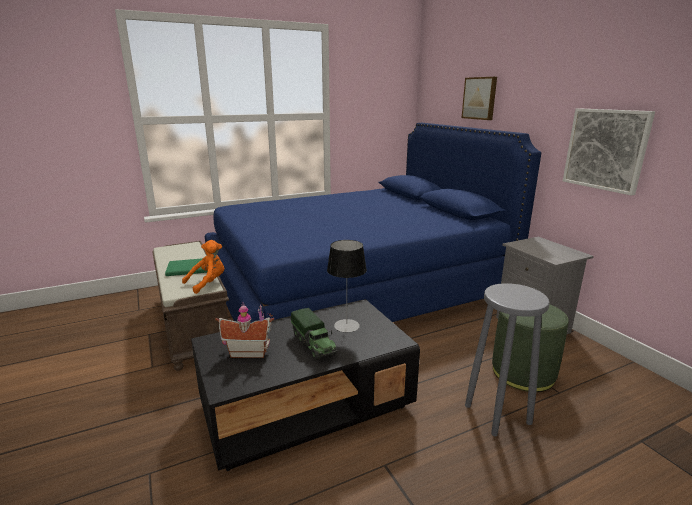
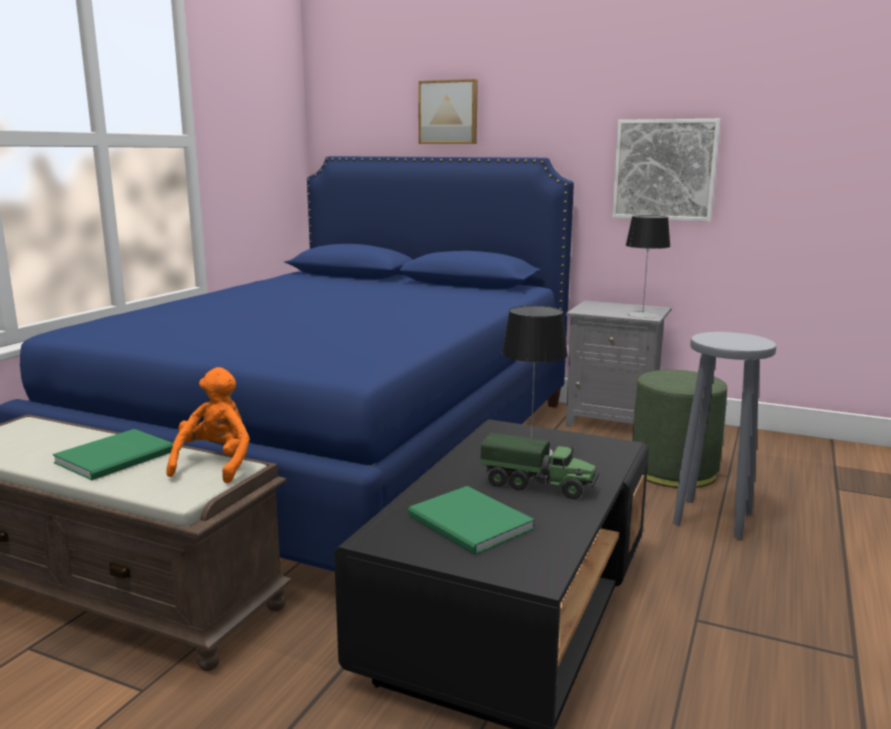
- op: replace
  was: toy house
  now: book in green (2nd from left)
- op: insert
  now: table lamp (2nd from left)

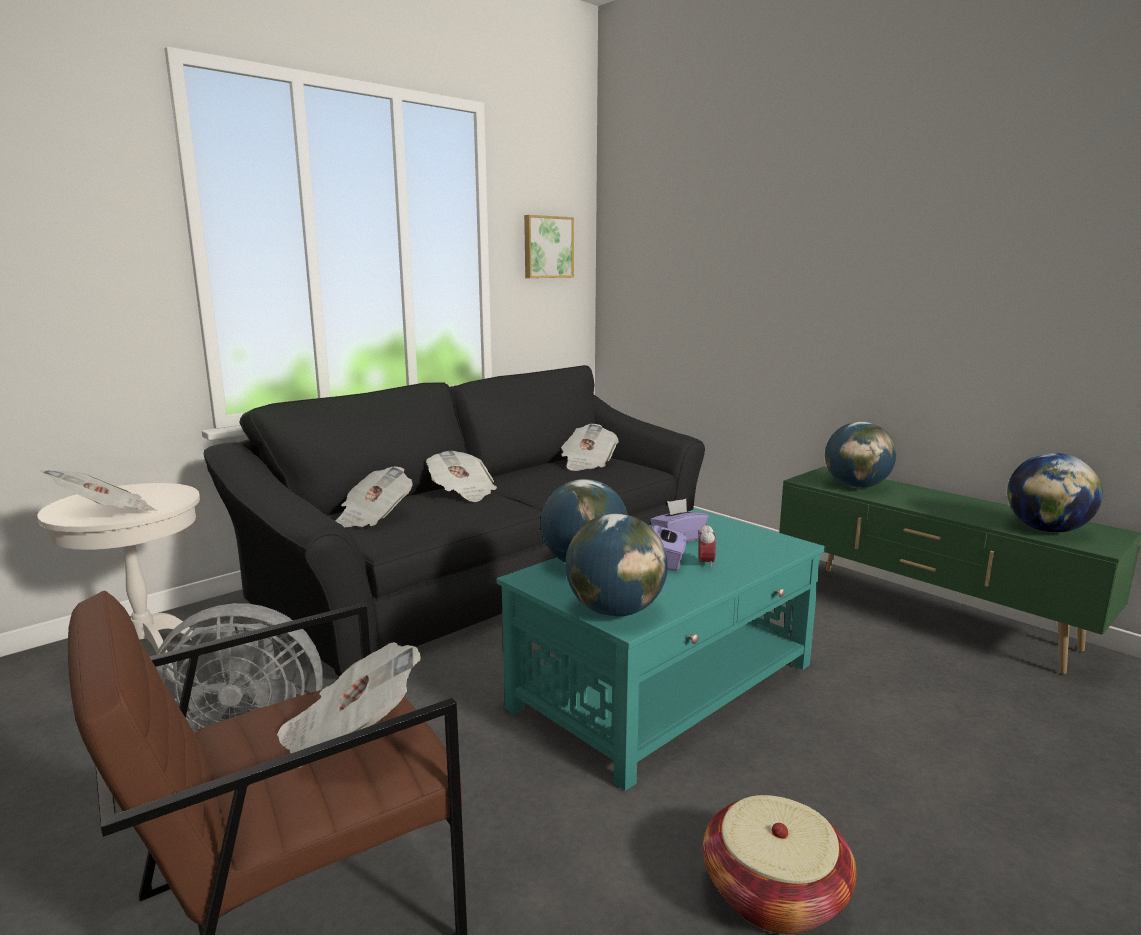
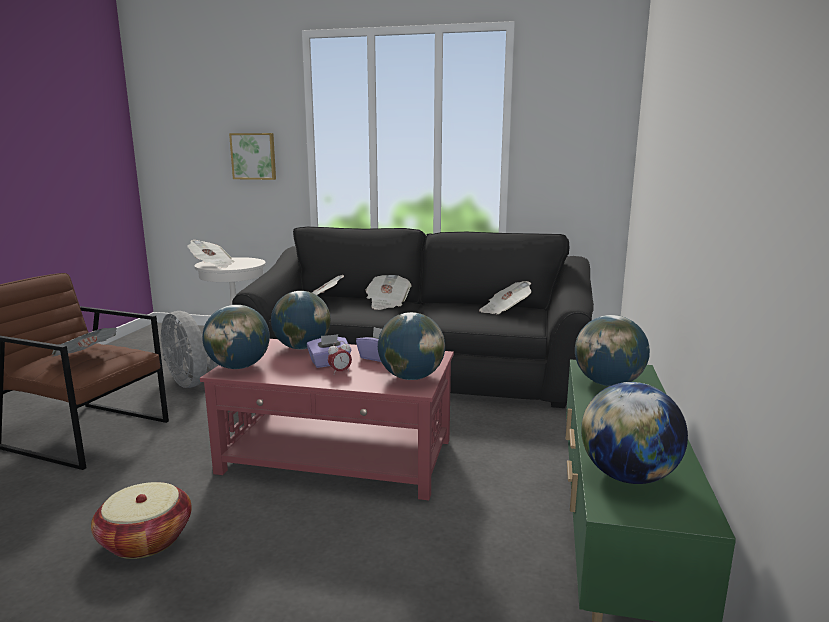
- op: recolor
  was: coffee table in turquoise
  now: coffee table in red
- op: move
  was: picture
- op: insert
  now: globe (3rd from left)

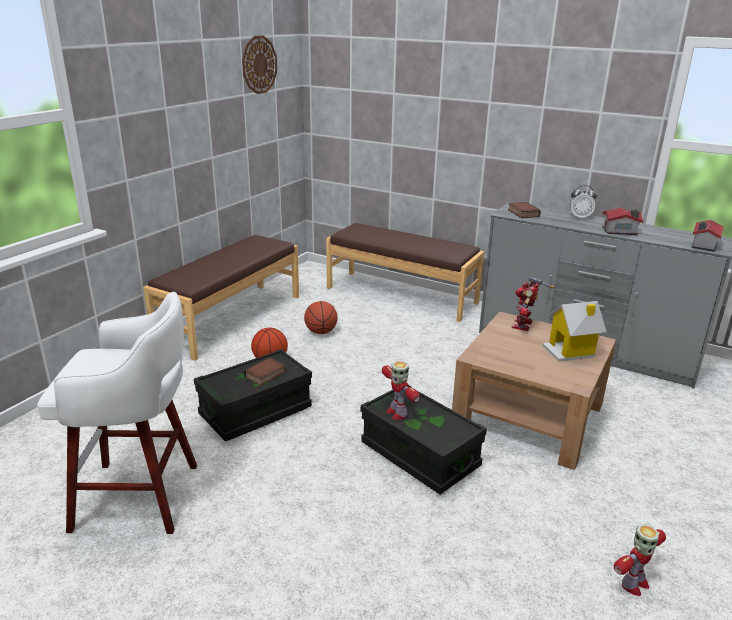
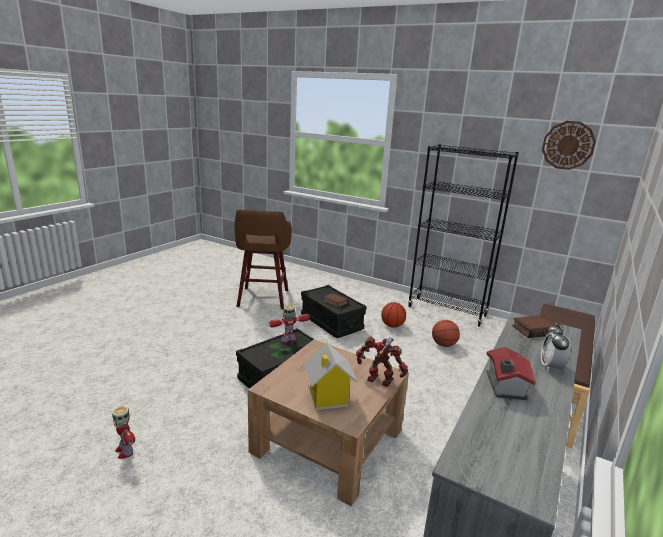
- op: recolor
  was: stool in white
  now: stool in brown
- op: replace
  was: bench in brown (1st from left)
  now: bookcase in black
- op: delete
  was: toy house (3rd from left)

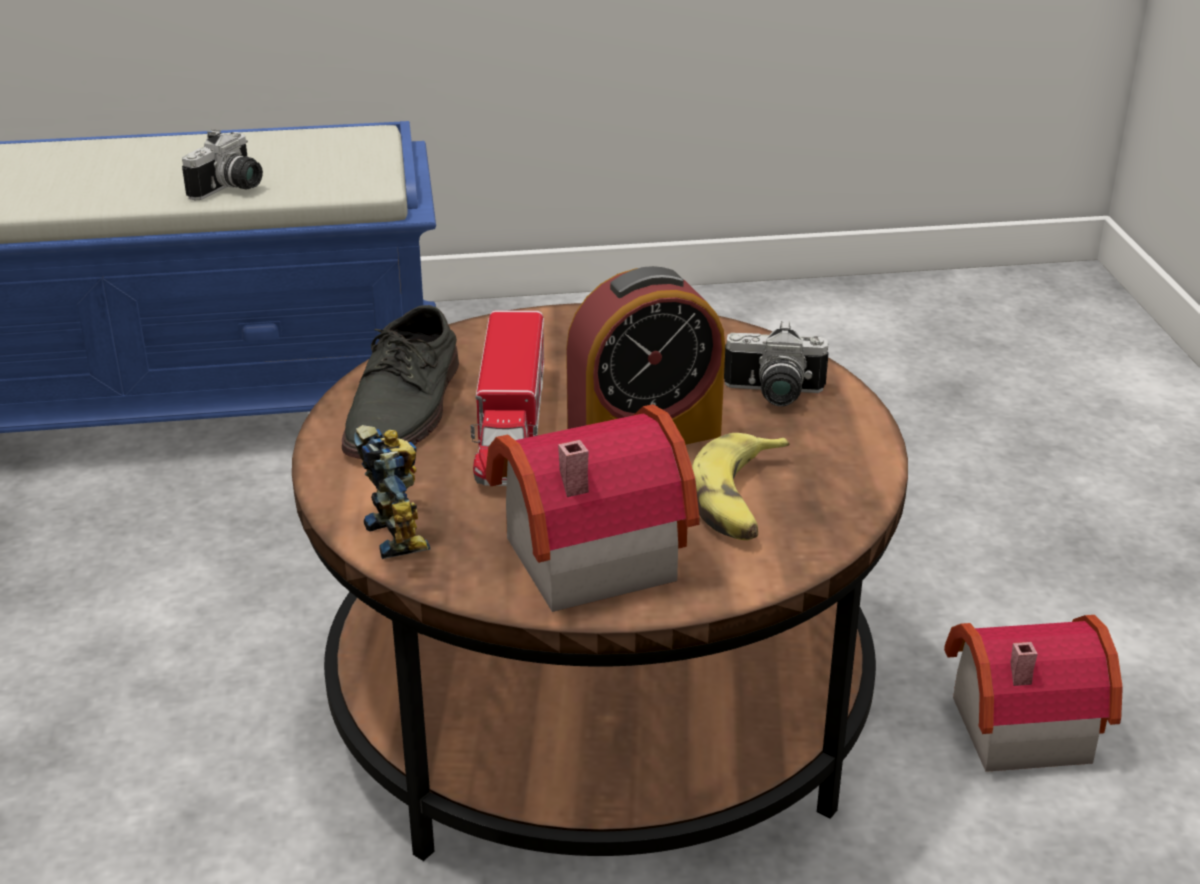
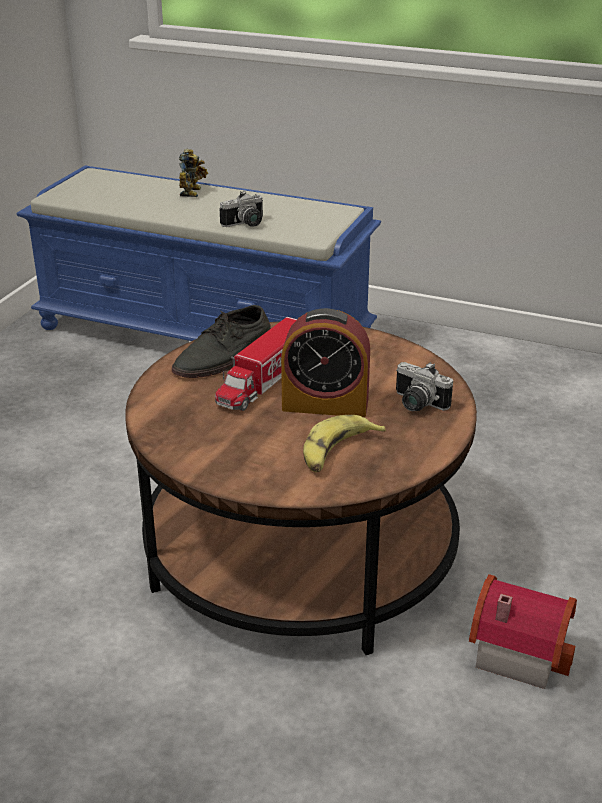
- op: move
  was: toy robot
- op: delete
  was: toy house (1st from left)

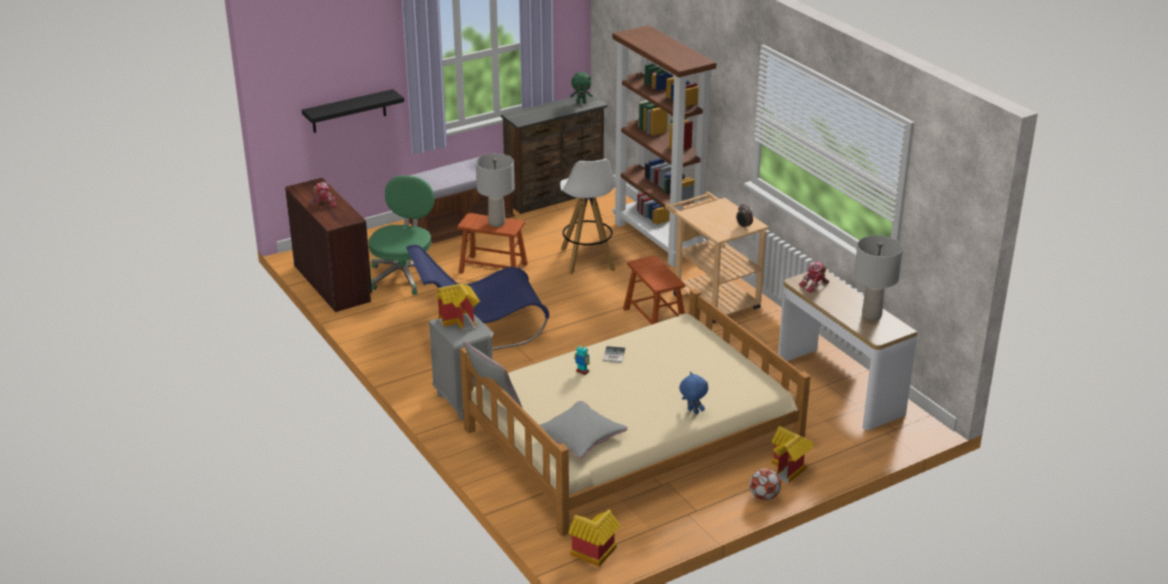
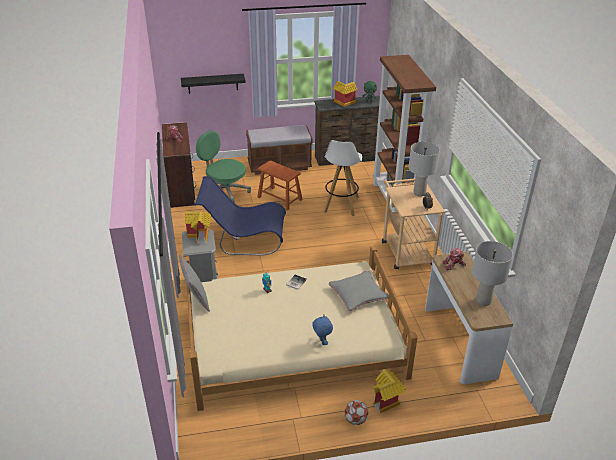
- op: rotate
  was: office chair in green
  clockwise: -90
- op: move
  was: table lamp in grey (1st from left)
- op: move
  was: pillow in grey (2nd from left)
- op: move
  was: toy house (2nd from left)
- op: delete
  was: stool in brown (2nd from left)

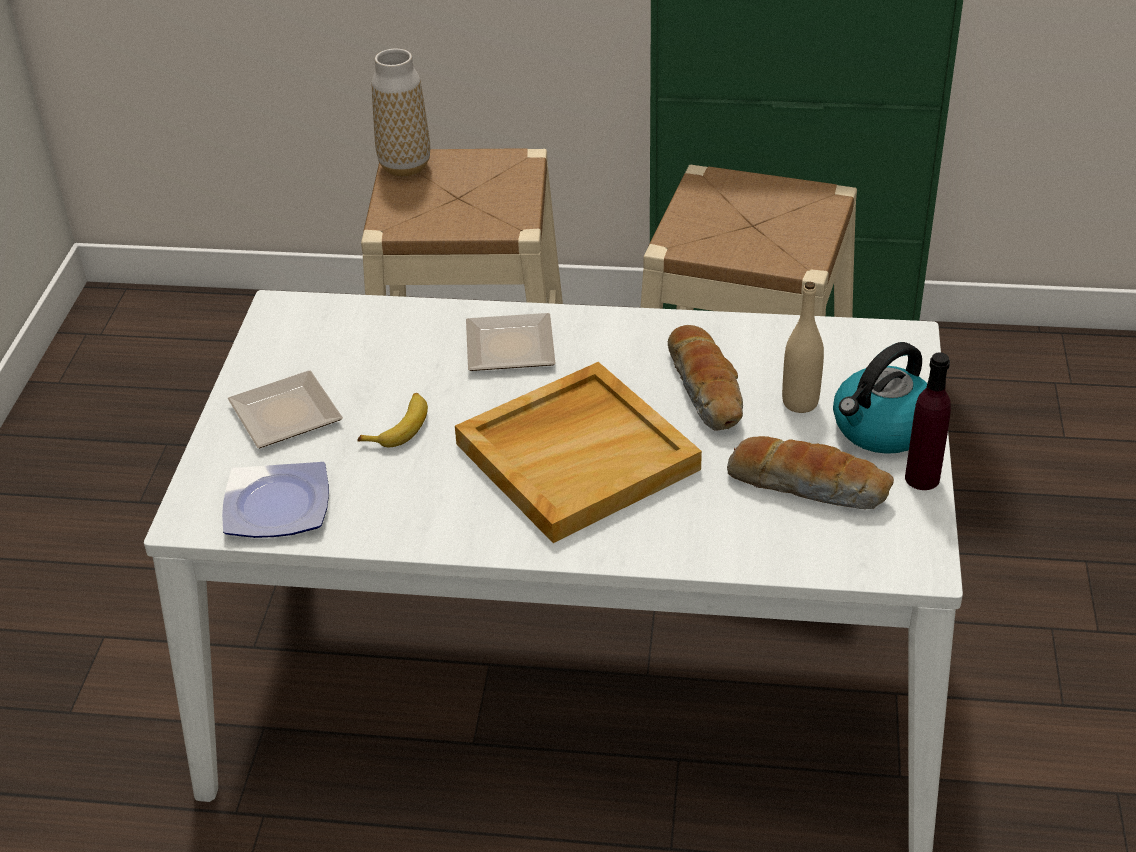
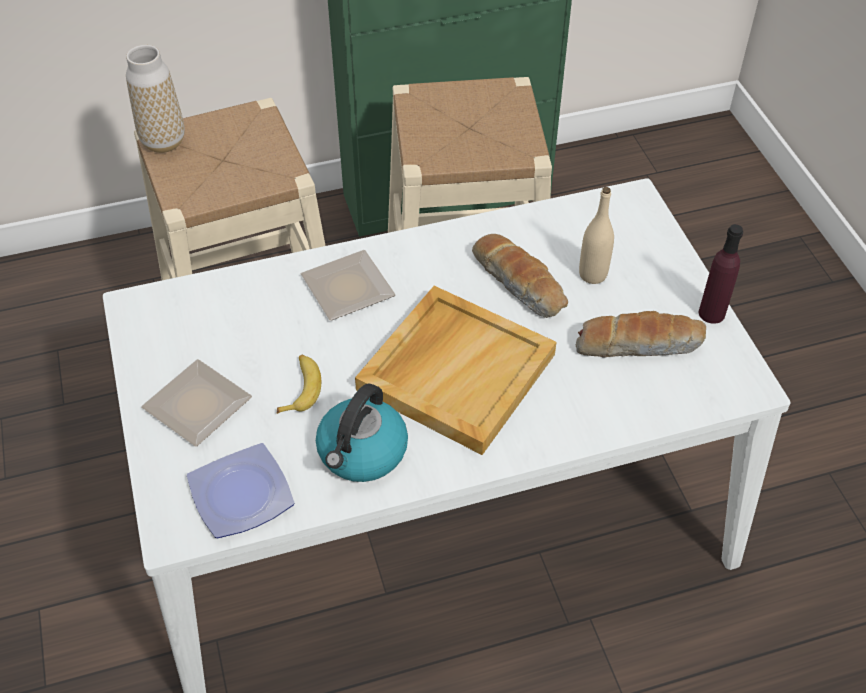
- op: move
  was: kettle

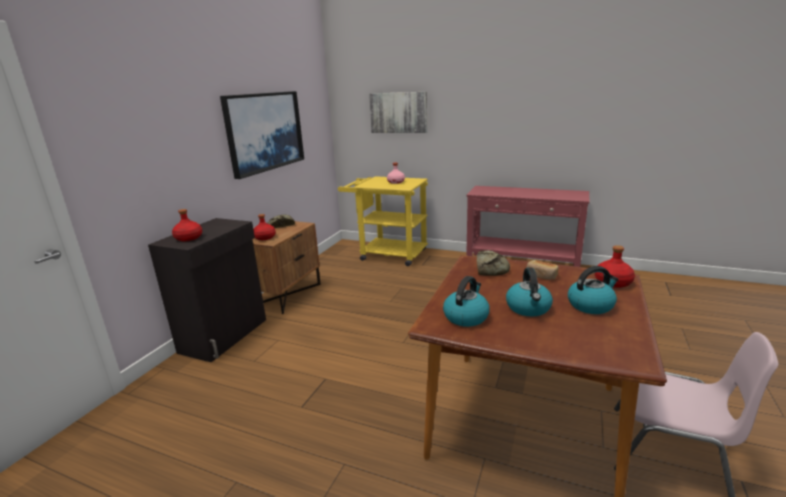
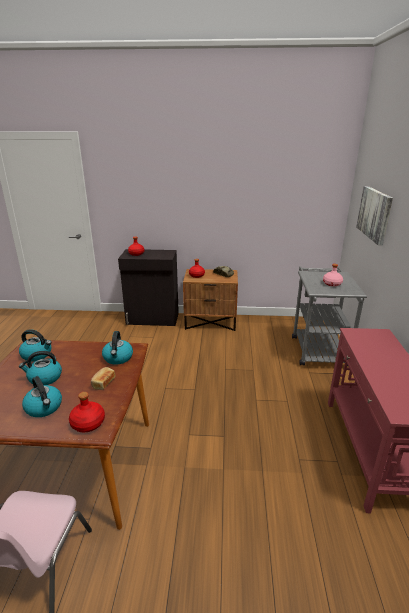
- op: delete
  was: picture (1st from left)
- op: recolor
  was: cart in yellow
  now: cart in grey
- op: replace
  was: bread (2nd from left)
  now: kettle (4th from left)

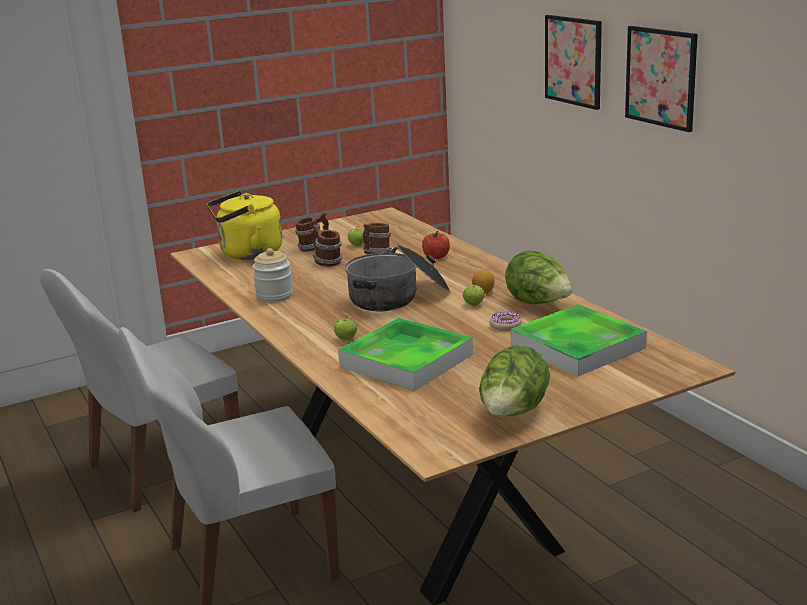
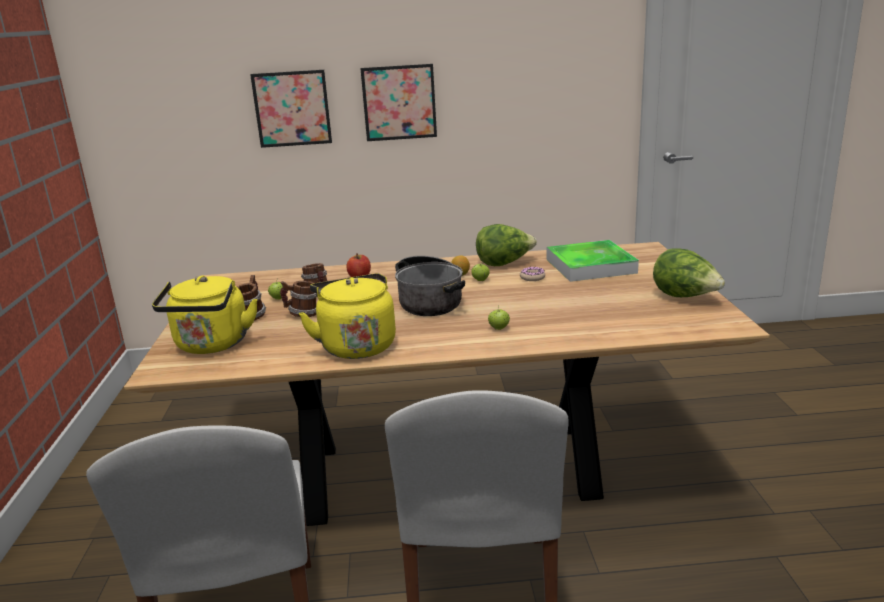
- op: replace
  was: jar
  now: kettle in yellow (2nd from left)
- op: delete
  was: tray (1st from left)

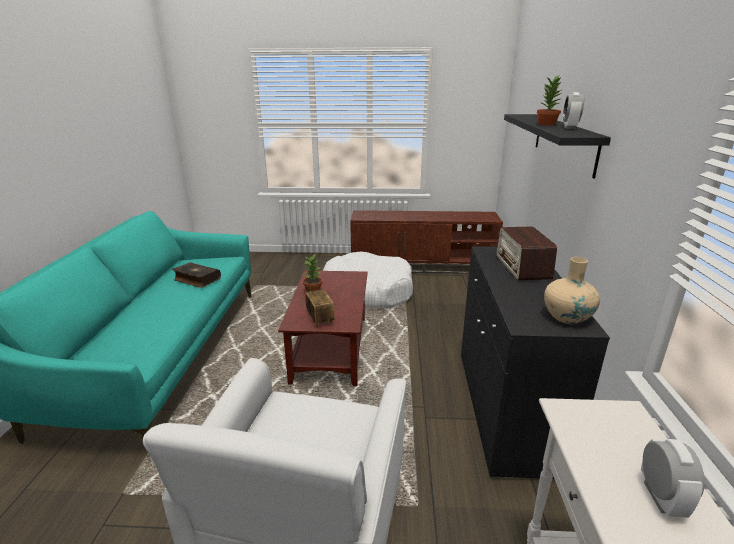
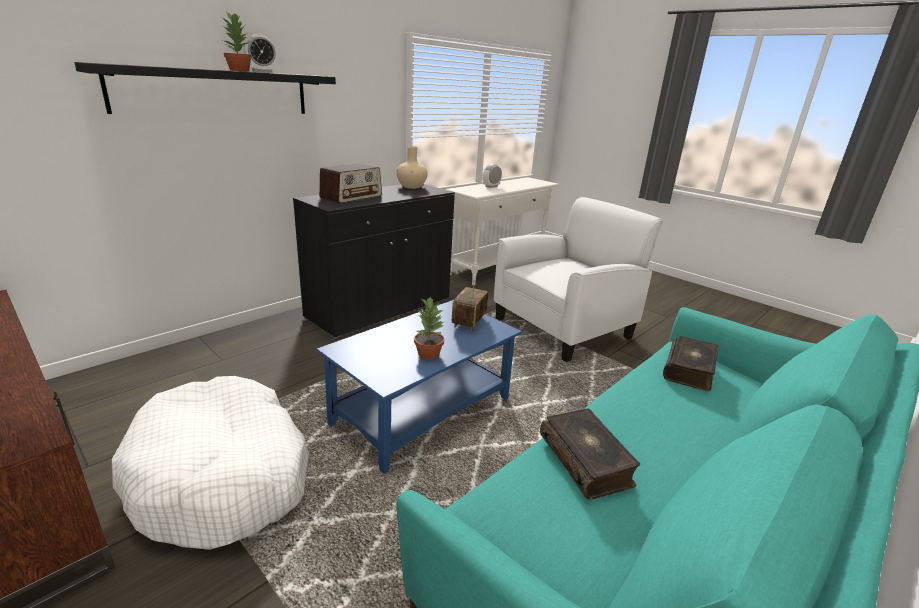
- op: recolor
  was: coffee table in brown
  now: coffee table in blue
- op: insert
  now: book (2nd from left)

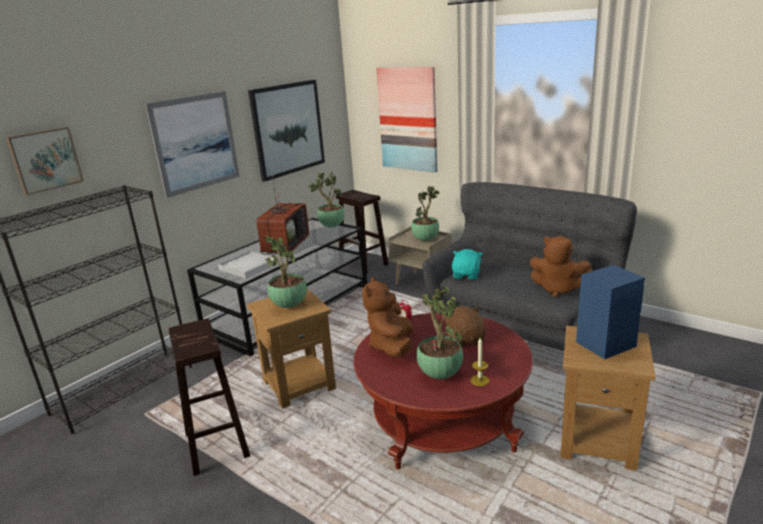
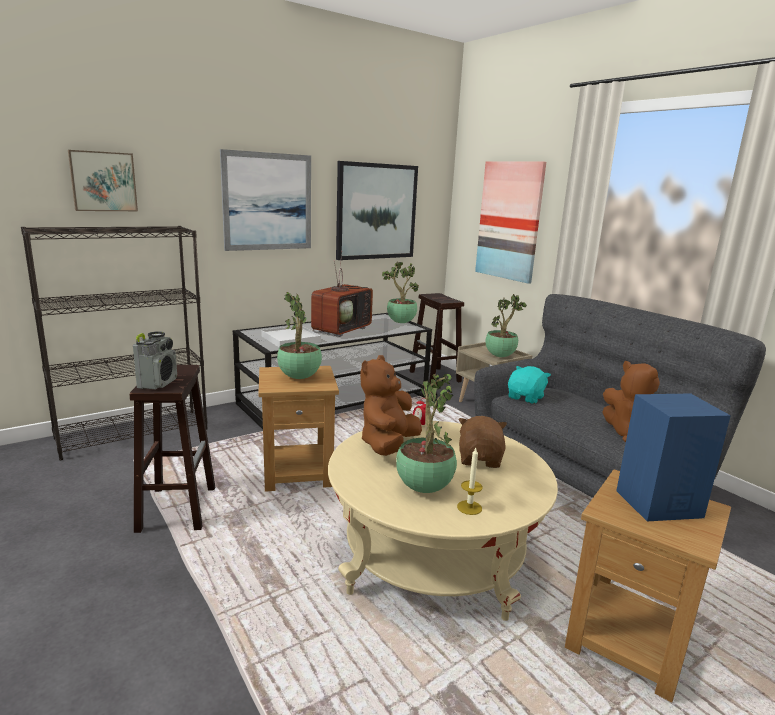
- op: recolor
  was: coffee table in red
  now: coffee table in beige
- op: insert
  now: radio

